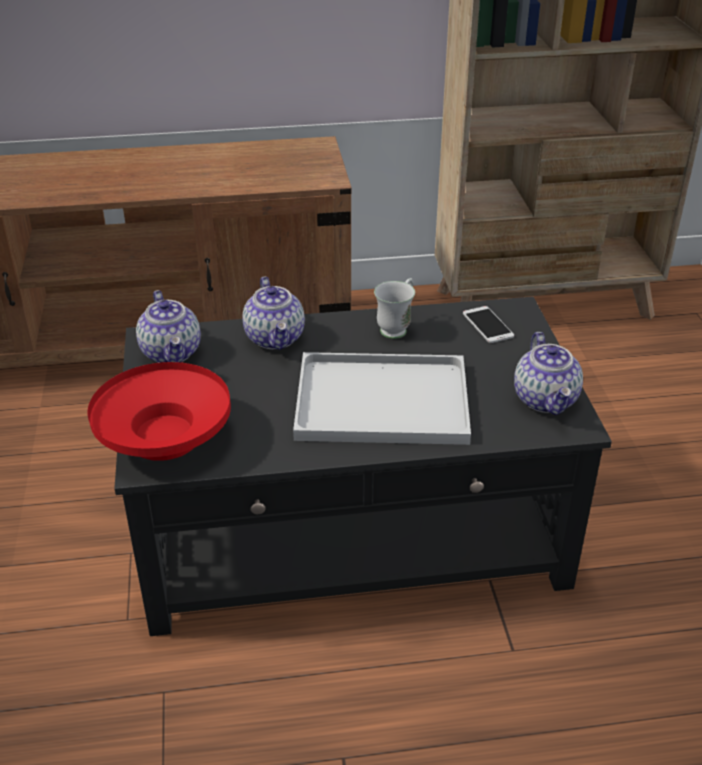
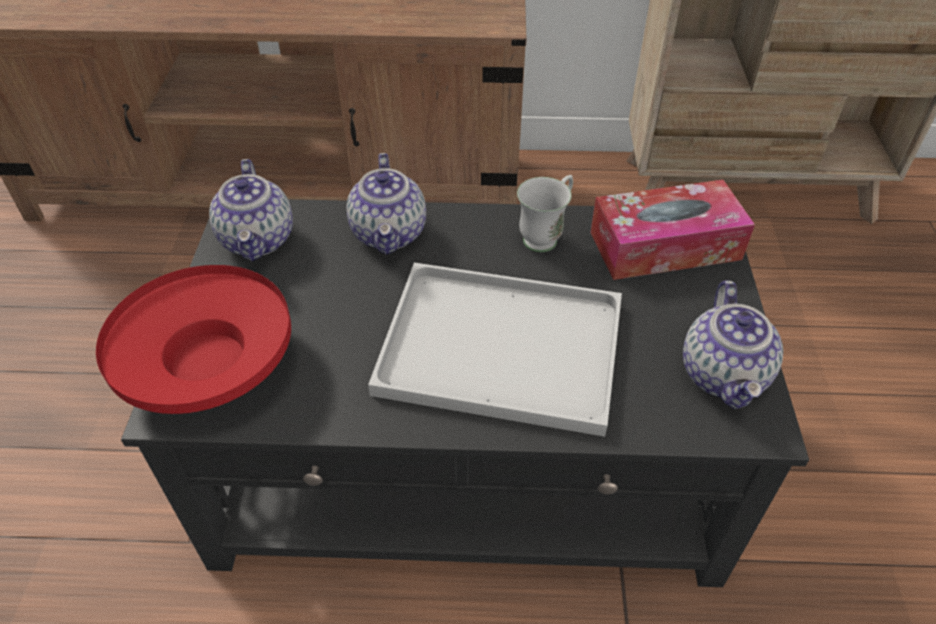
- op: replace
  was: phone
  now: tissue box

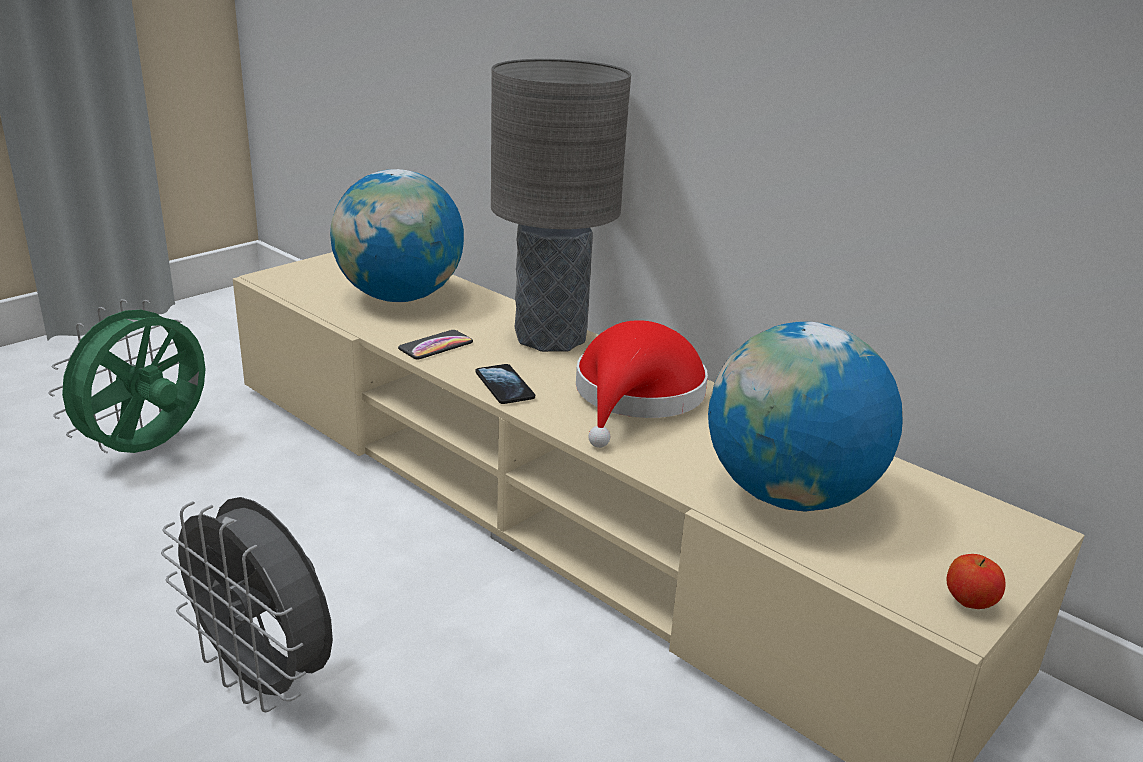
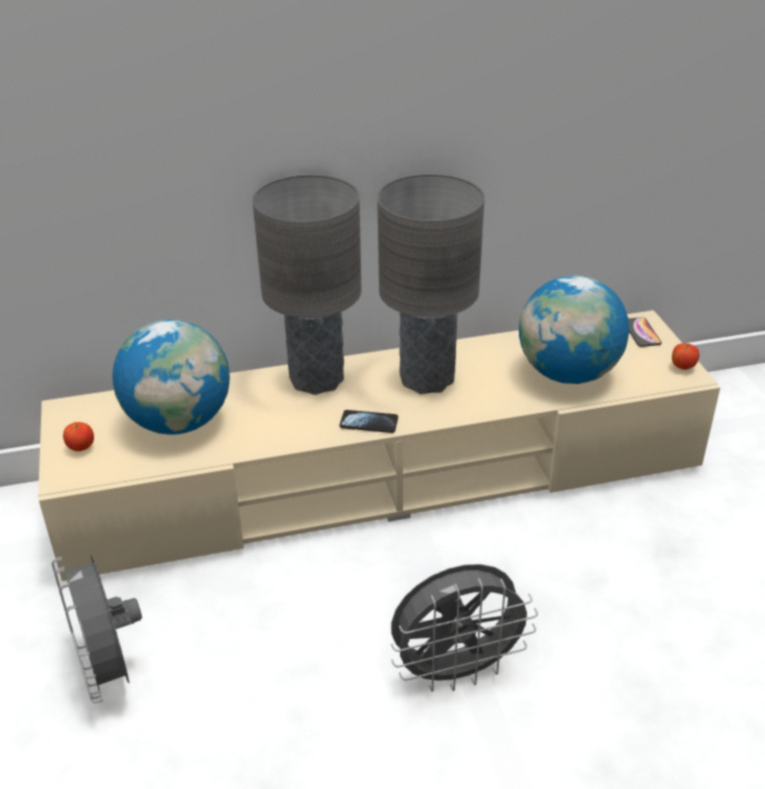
- op: recolor
  was: fan in green
  now: fan in grey (1st from left)
- op: move
  was: phone (1st from left in the first image)
  now: phone (2nd from left)
- op: replace
  was: hat in red
  now: table lamp in grey (2nd from left)
- op: insert
  now: apple (1st from left)

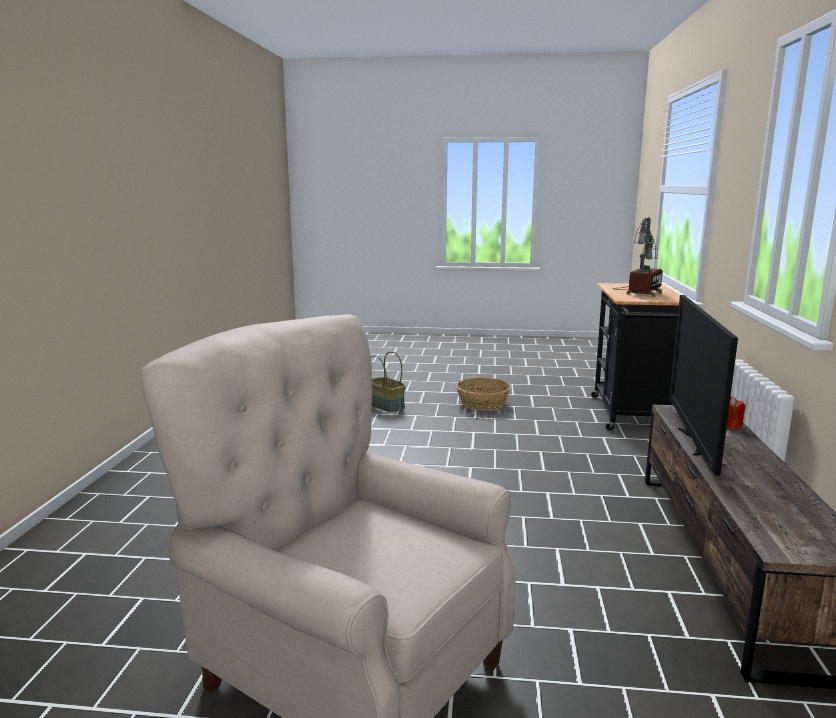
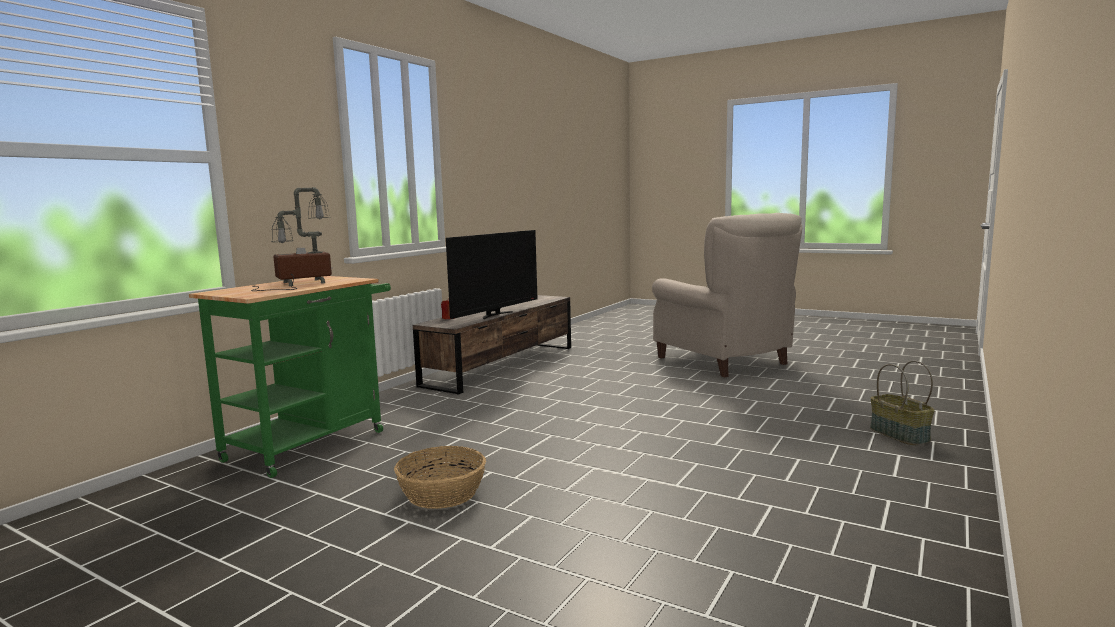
- op: move
  was: basket (1st from left in the first image)
  now: basket (2nd from left)
- op: recolor
  was: cart in black
  now: cart in green

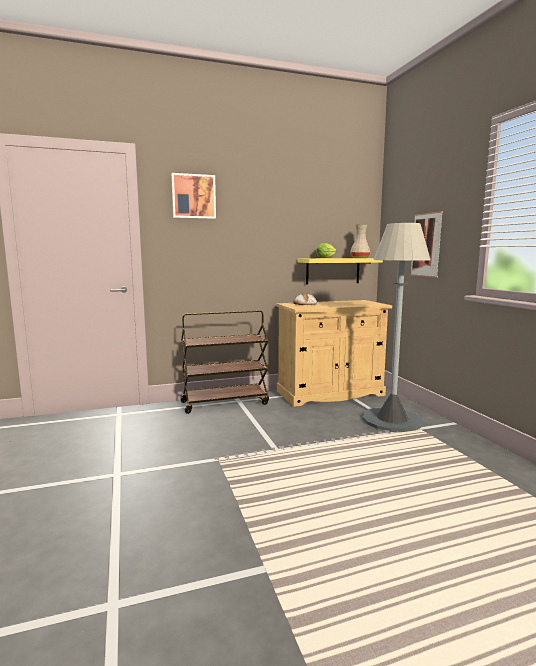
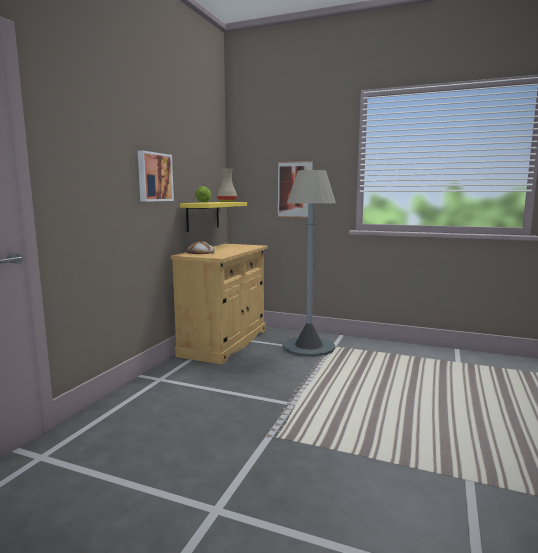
- op: move
  was: picture (1st from left)
- op: delete
  was: cart in brown

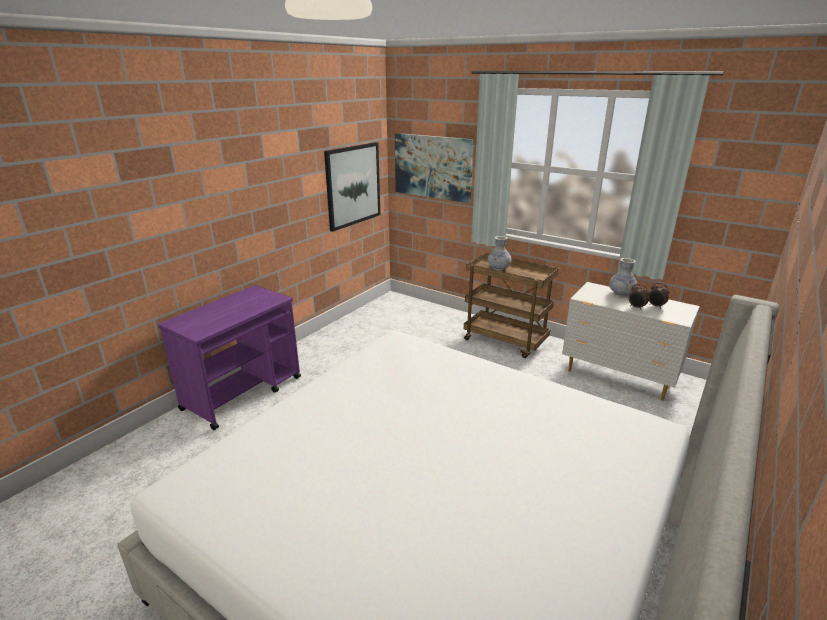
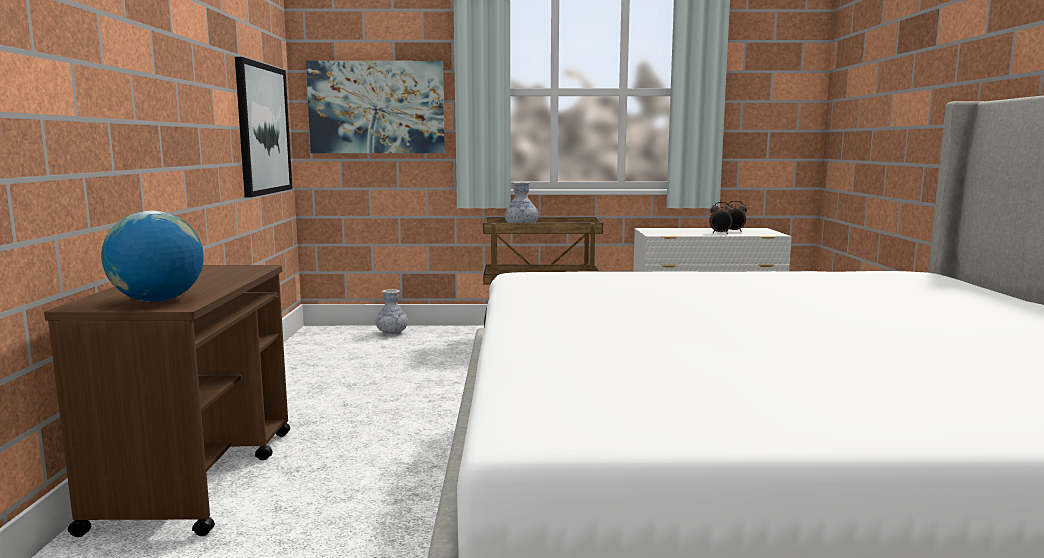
- op: recolor
  was: cart in purple
  now: cart in brown (1st from left)
- op: move
  was: vase (2nd from left in the first image)
  now: vase (1st from left)
- op: insert
  now: globe

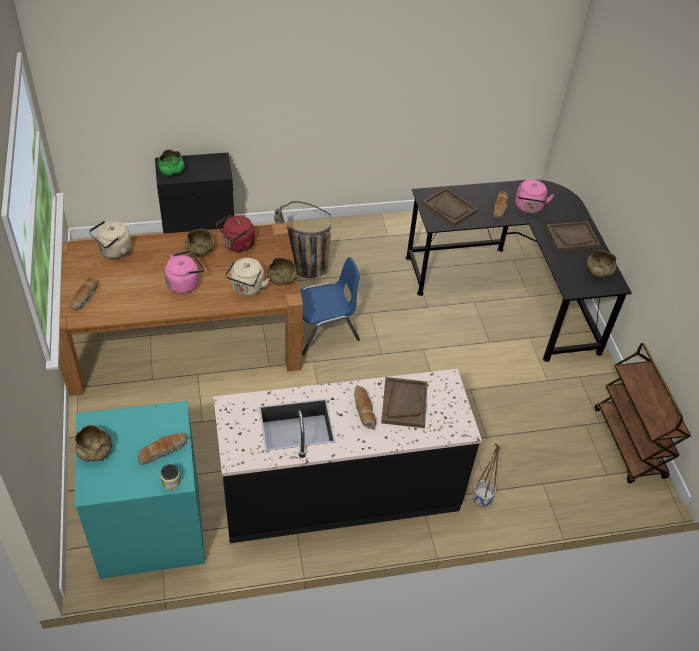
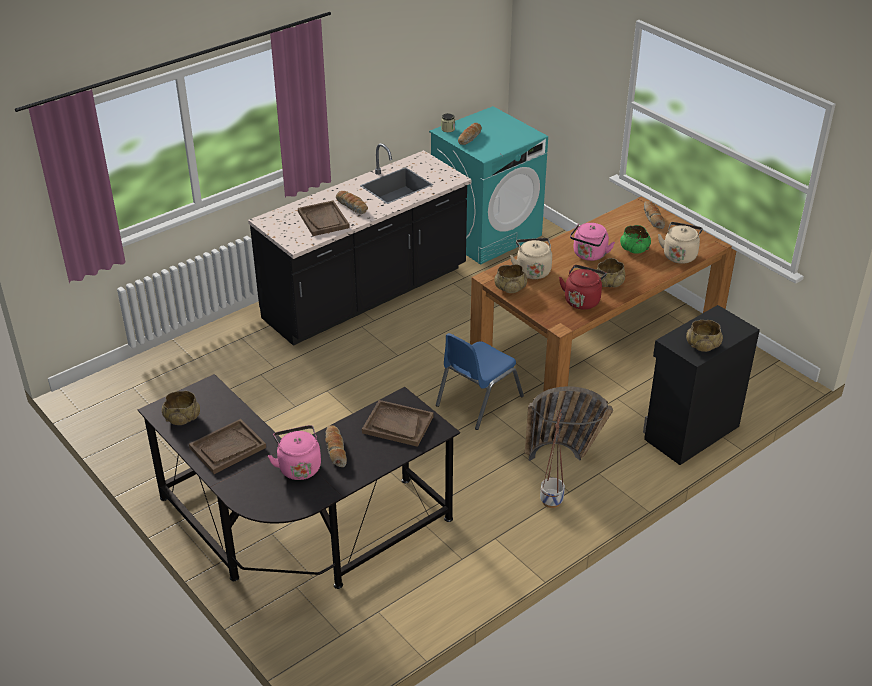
- op: move
  was: bowl in beige (1st from left in the first image)
  now: bowl in beige (4th from left)
- op: move
  was: bowl in green
- op: move
  was: planter
- op: delete
  was: cart in brown

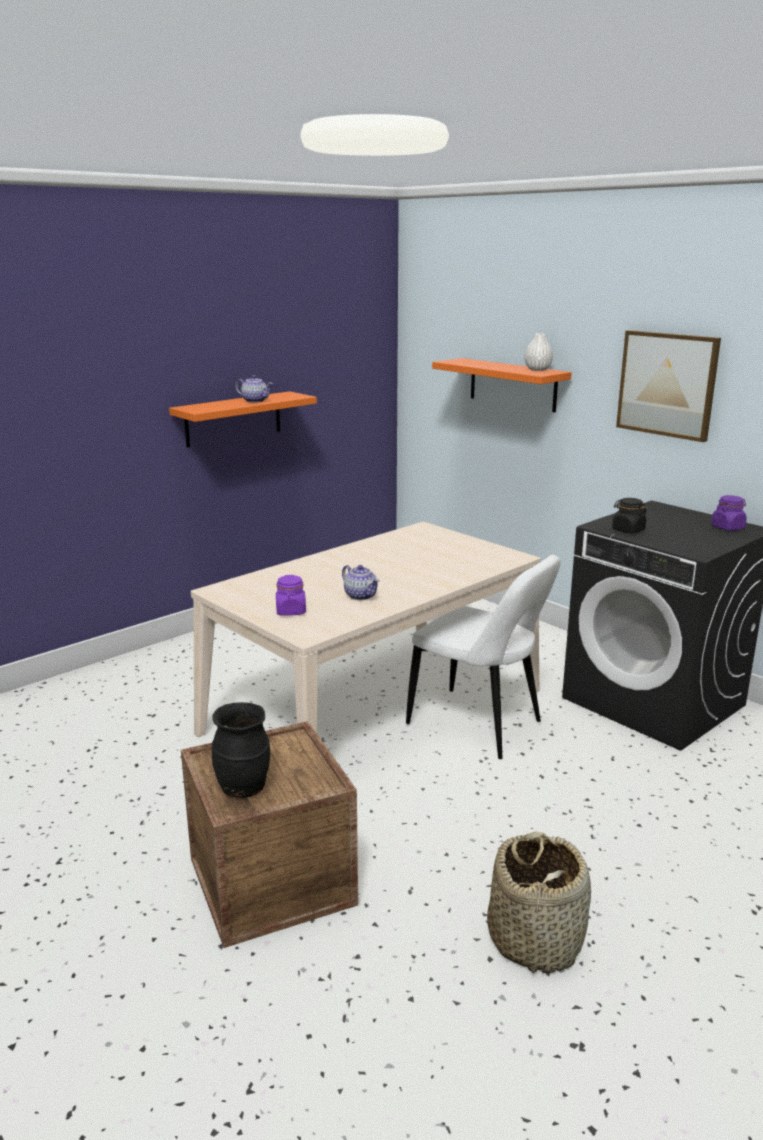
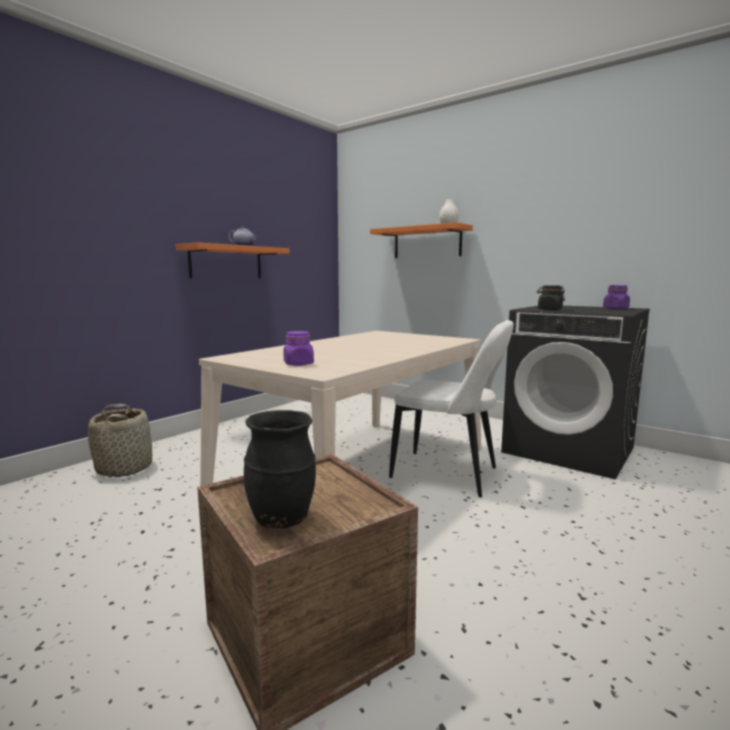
- op: delete
  was: teapot (2nd from left)
- op: move
  was: basket
- op: delete
  was: picture

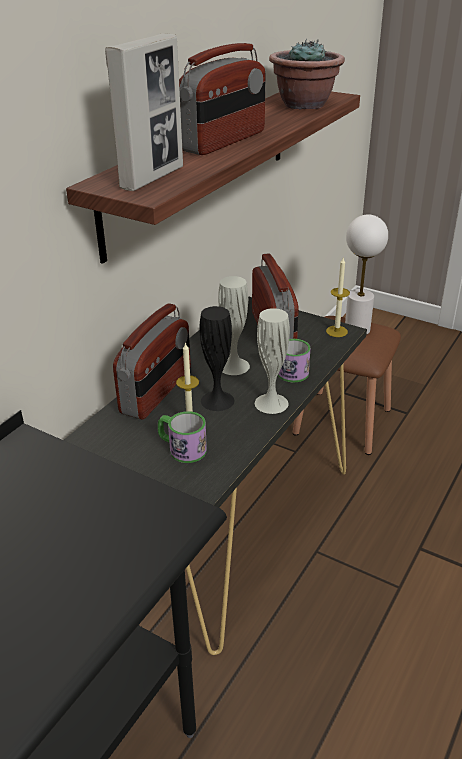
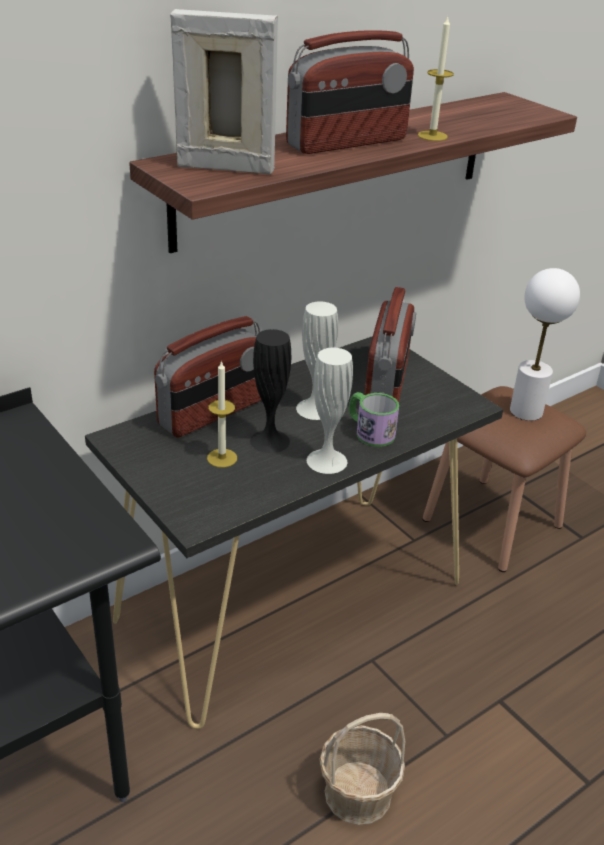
- op: rotate
  was: picture frame
  clockwise: -135
- op: delete
  was: mug (1st from left)
- op: delete
  was: potted plant
- op: move
  was: candle (2nd from left)
- op: insert
  now: basket

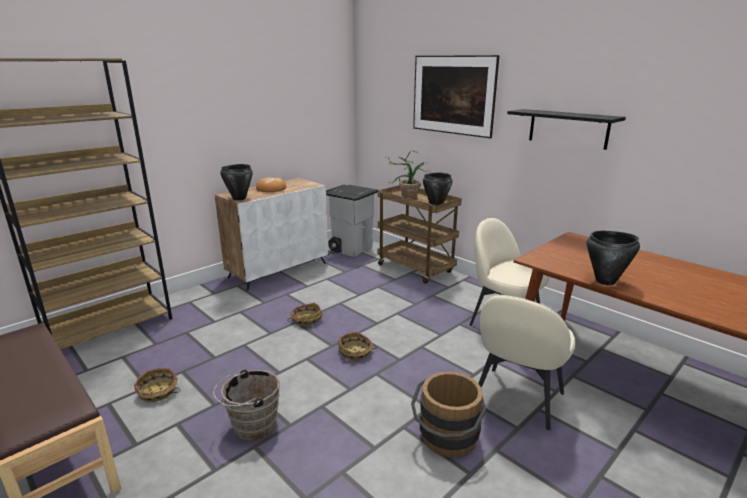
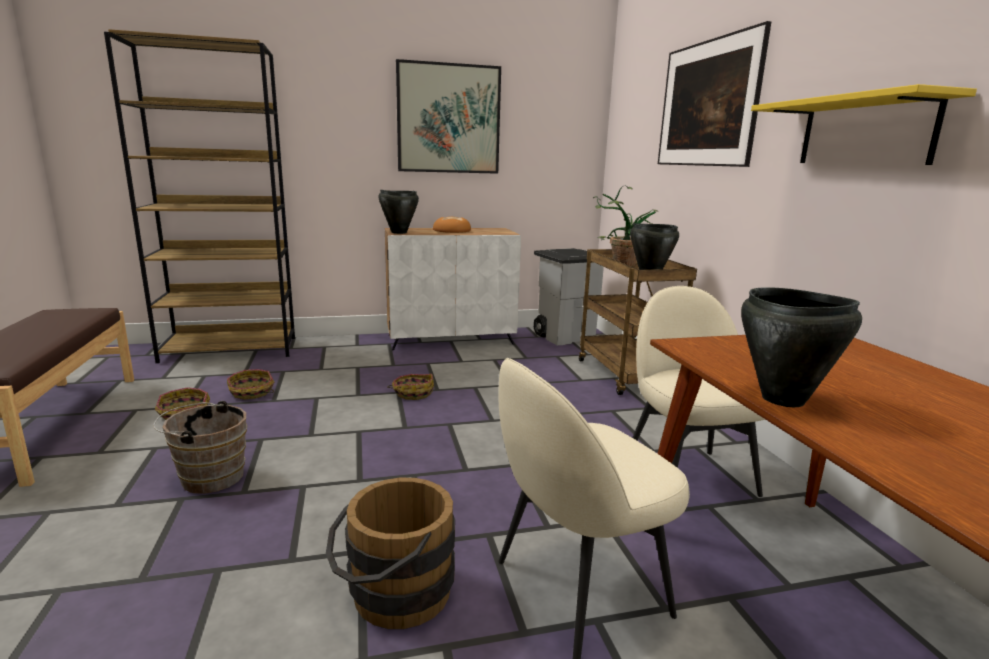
- op: move
  was: basket (3rd from left in the first image)
  now: basket (2nd from left)
- op: recolor
  was: shelf in black
  now: shelf in yellow
- op: insert
  now: picture (1st from left)

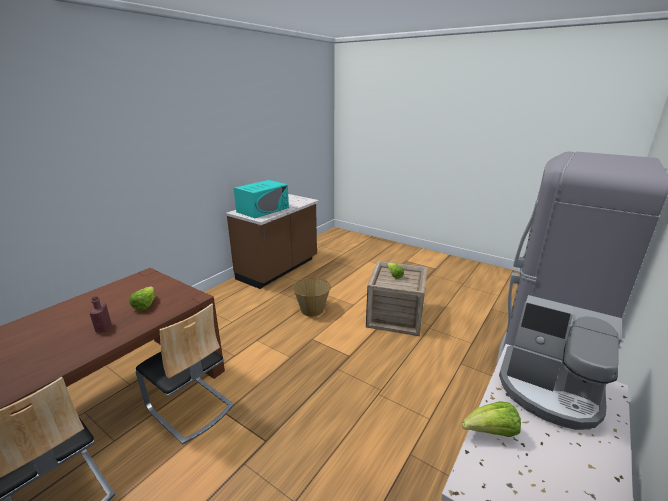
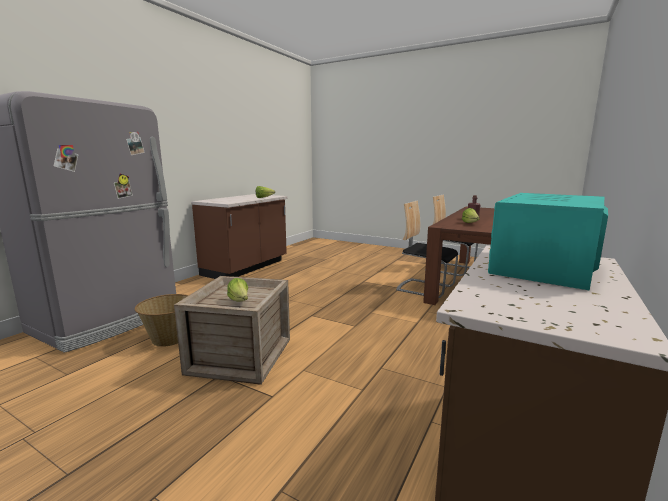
- op: move
  was: basket
- op: delete
  was: coffee machine

